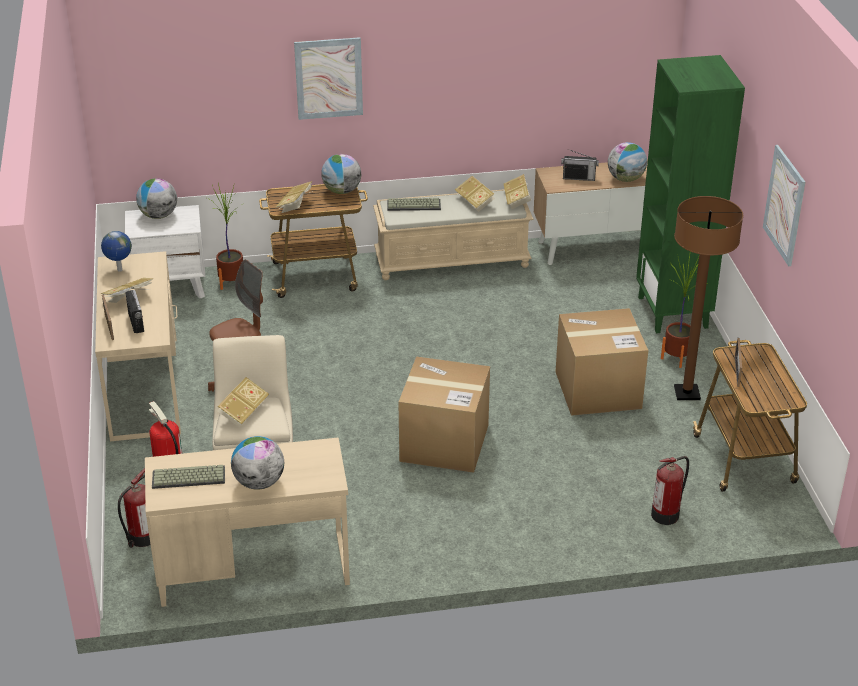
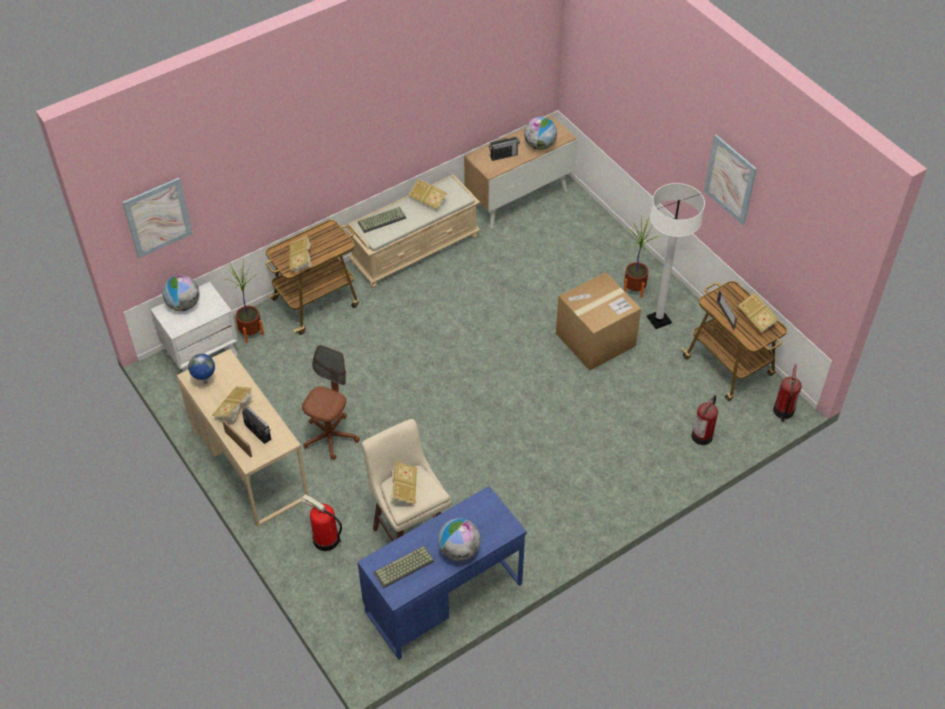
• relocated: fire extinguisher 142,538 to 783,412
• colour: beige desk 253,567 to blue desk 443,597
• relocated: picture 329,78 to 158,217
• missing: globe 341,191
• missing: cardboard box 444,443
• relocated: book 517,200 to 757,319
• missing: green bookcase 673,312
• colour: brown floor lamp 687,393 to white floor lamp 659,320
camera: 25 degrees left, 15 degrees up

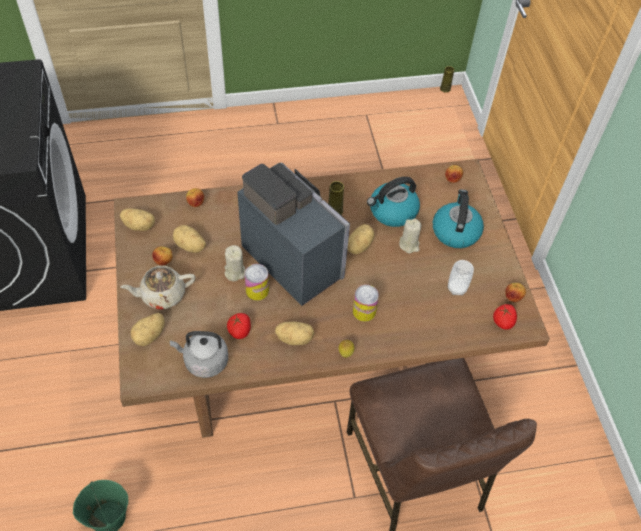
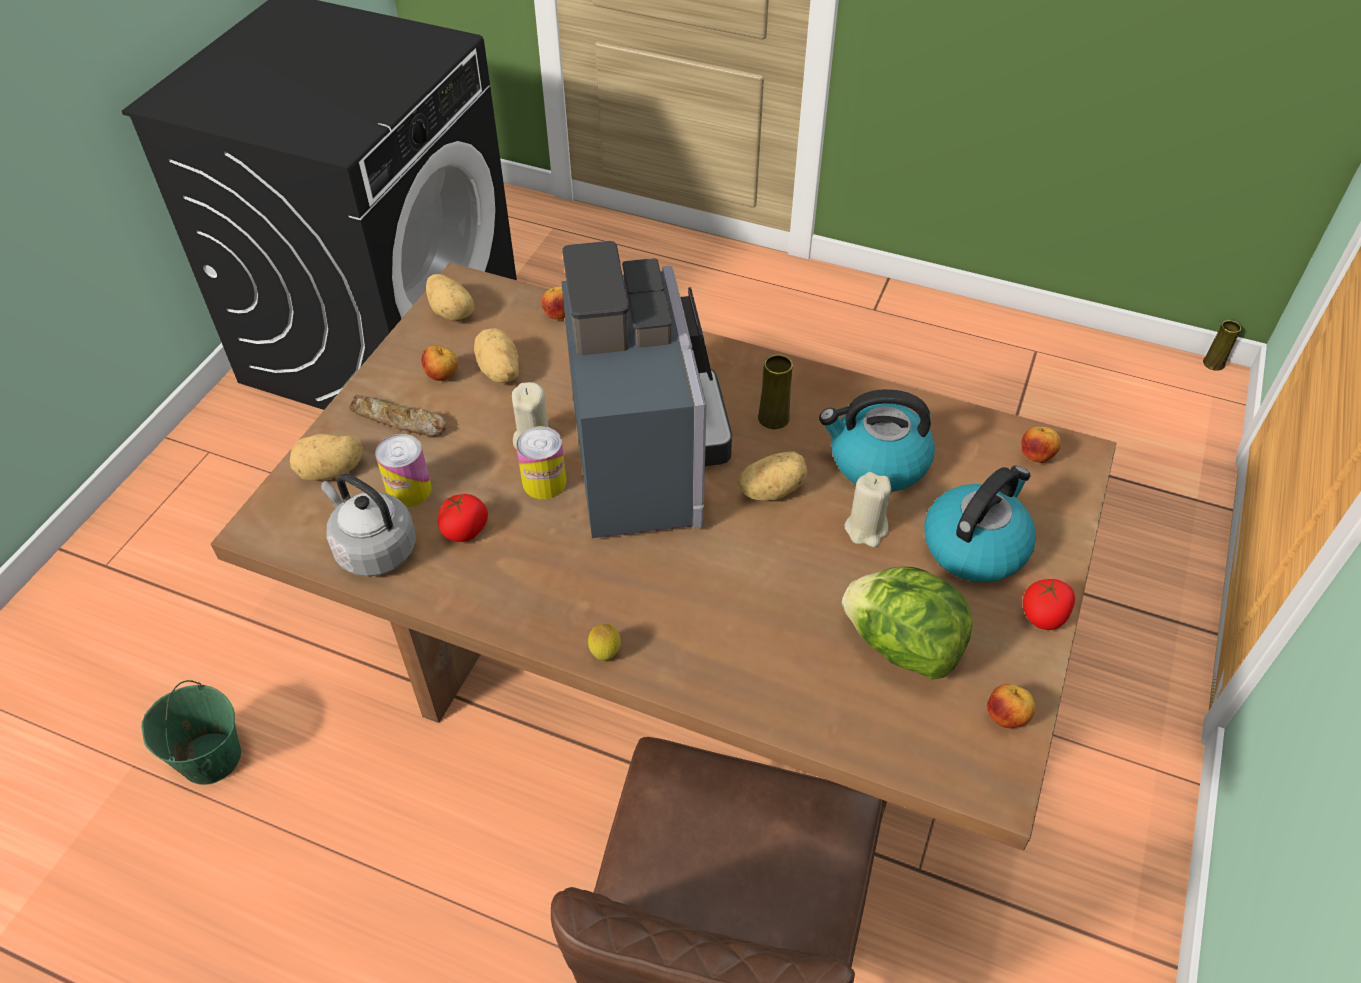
• exchanged: beige teapot 162,295 to bread 399,422
• missing: potato 294,338
• relocated: can 364,311 to 409,490
• exchanged: cup 457,288 to lettuce 901,645
• relocated: tomato 503,322 to 1043,616
camera: 35 degrees right, 5 degrees down

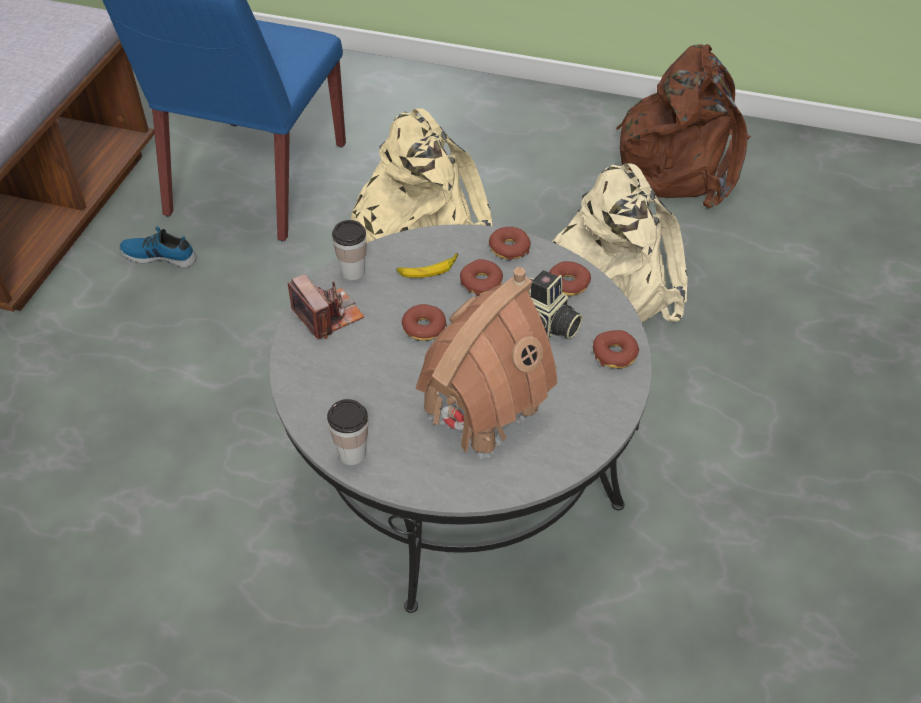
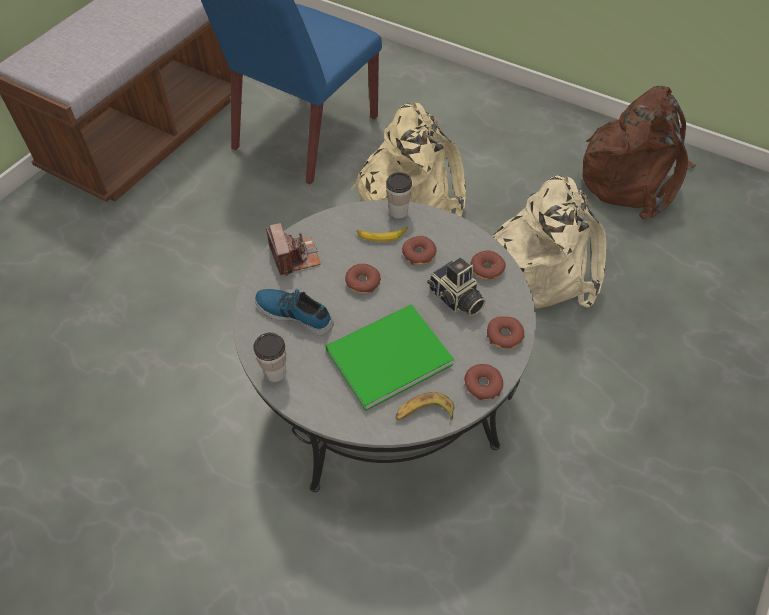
• relocated: shoe 160,255 to 295,313
• relocated: cup 353,272 to 398,212
• exchanged: toy house 481,407 to green book 384,357
• relocated: donut 509,248 to 482,385
• appeared: banana 424,413
camera: 15 degrees right, 5 degrees up

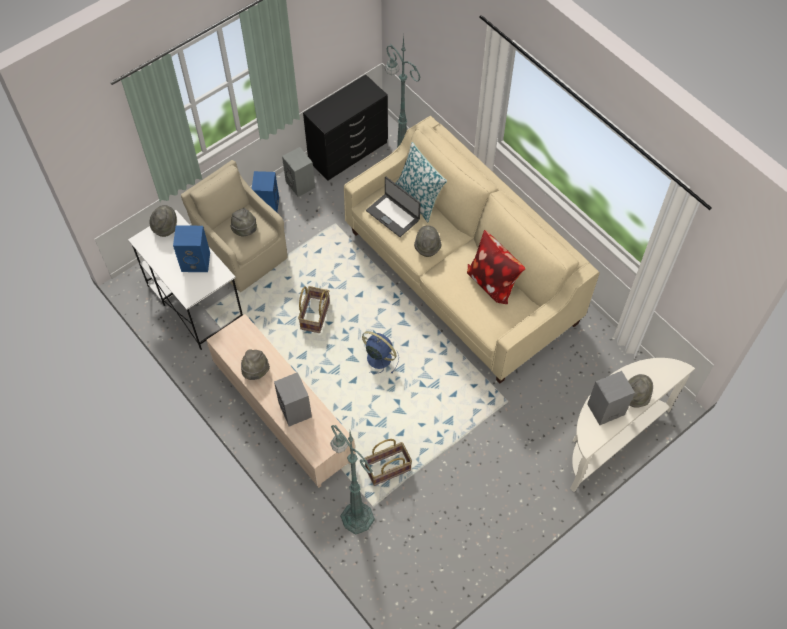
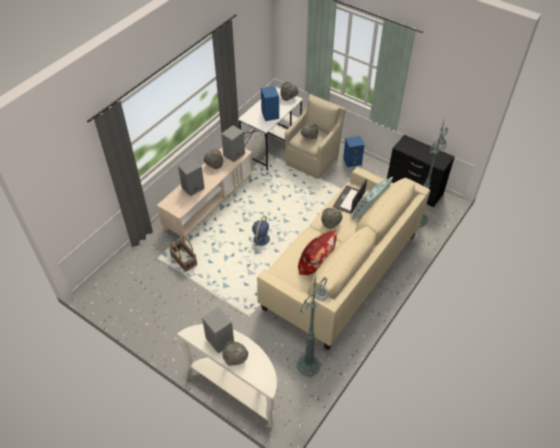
• relocated: grey speaker 301,185 to 234,155
• missing: basket 314,315
• relocated: green floor lamp 356,516 to 309,364
camera: 75 degrees right, 10 degrees down

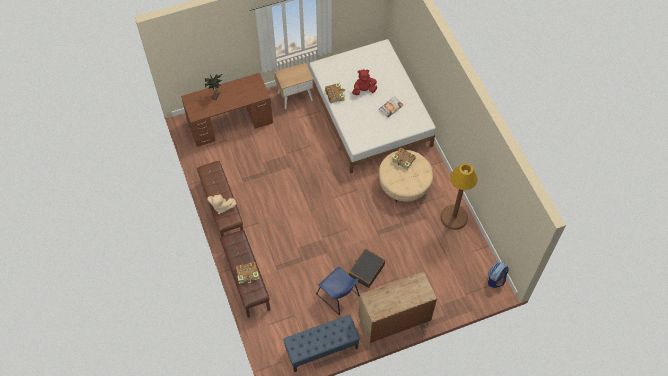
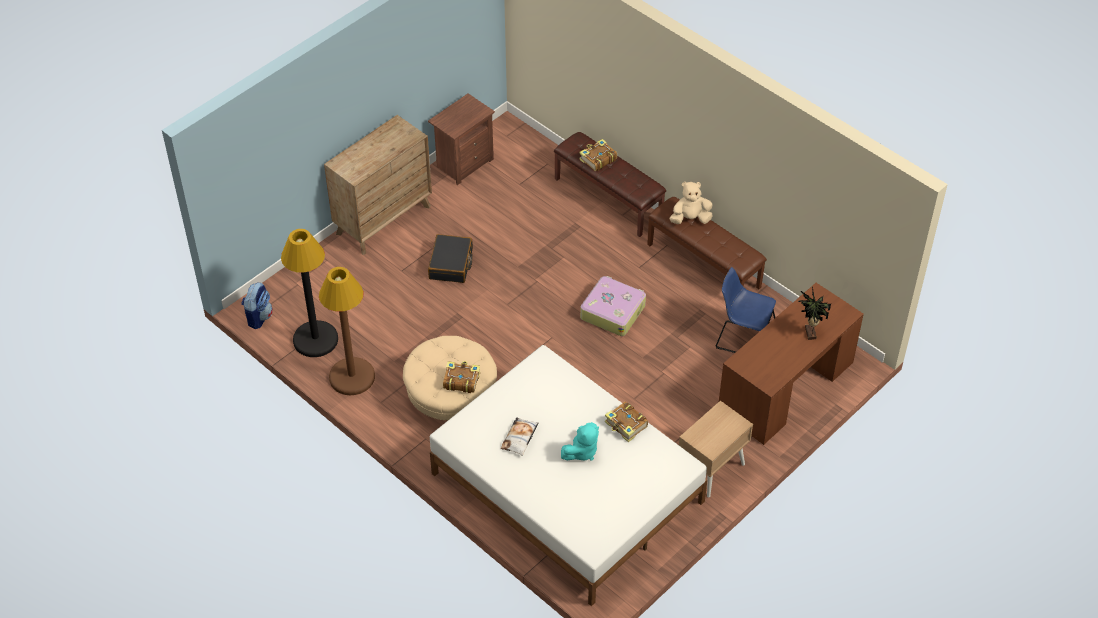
• exchanged: blue bench 321,349 to brown nightstand 463,163
• relocated: blue chair 339,296 to 743,337
• colour: red plush toy 364,90 to turquoise plush toy 582,451
• appeared: black floor lamp 315,339
• appeared: suitcase 612,311
camera: 155 degrees right, 10 degrees down

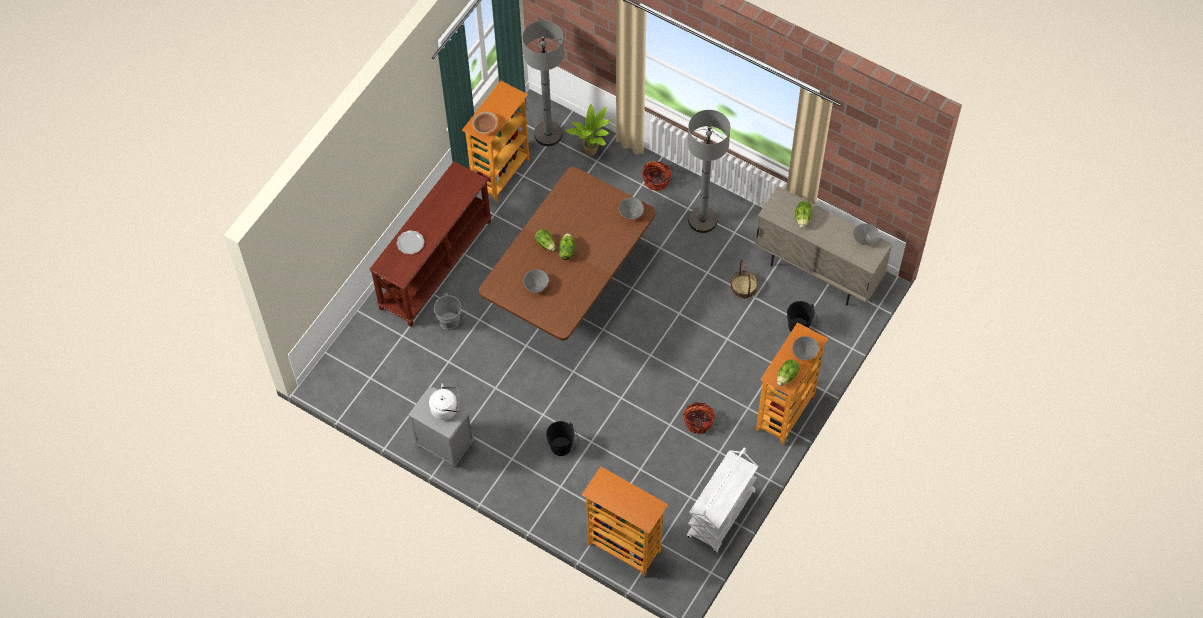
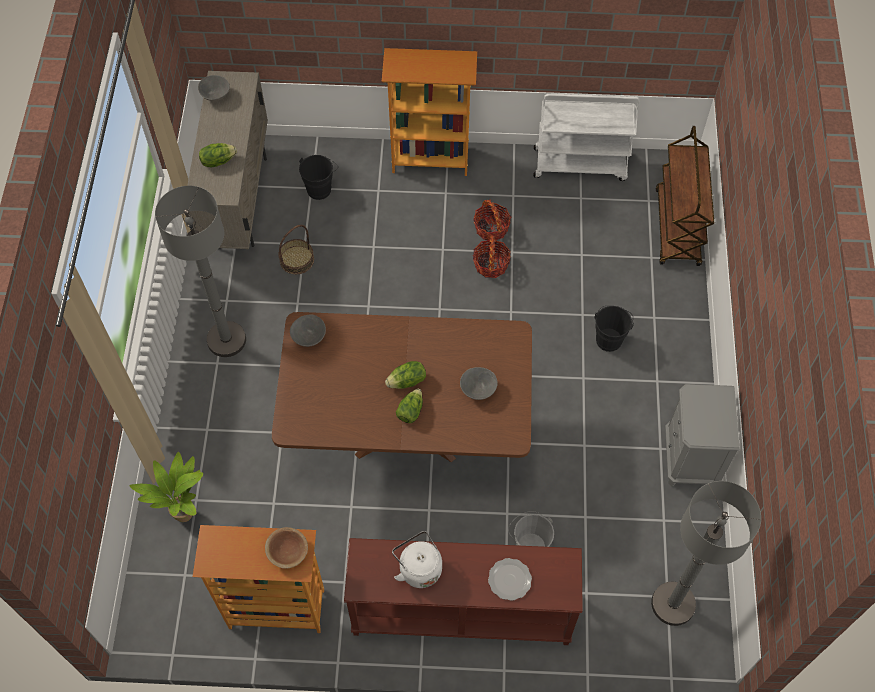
• relocated: white kettle 446,409 to 418,568
• relocated: grey floor lamp 548,134 to 673,604
• exchanged: bookcase 623,548 to brown cart 677,228
• relocated: basket 656,180 to 491,264
• missing: lettuce 787,376
• missing: grey bowl 804,353
camera: 120 degrees left, 0 degrees up

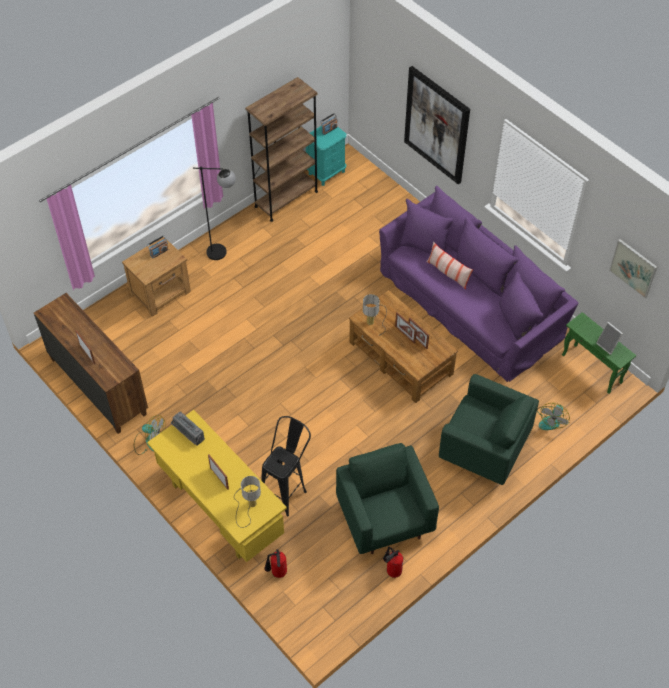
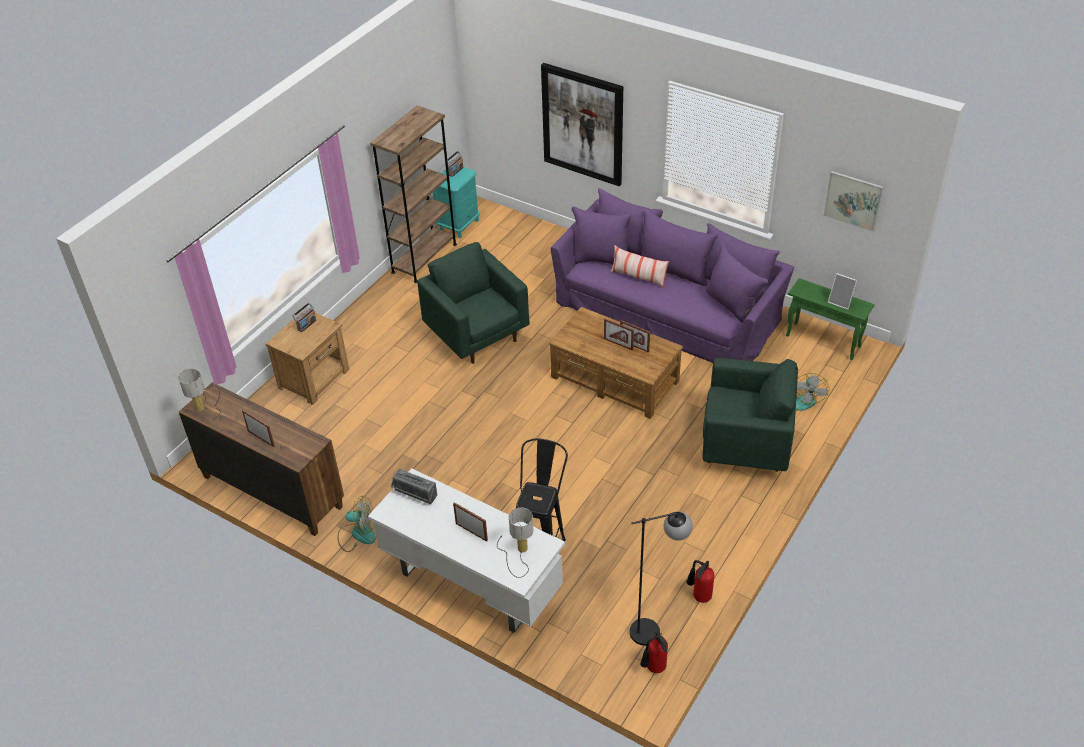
• colour: yellow desk 220,509 to white desk 470,585
• relocated: black floor lamp 223,252 to 655,629
• relocated: fire extinguisher 277,573 to 654,668
• relocated: green armchair 385,519 to 477,334
• relocated: table lamp 374,320 to 205,405
camera: 15 degrees left, 10 degrees down

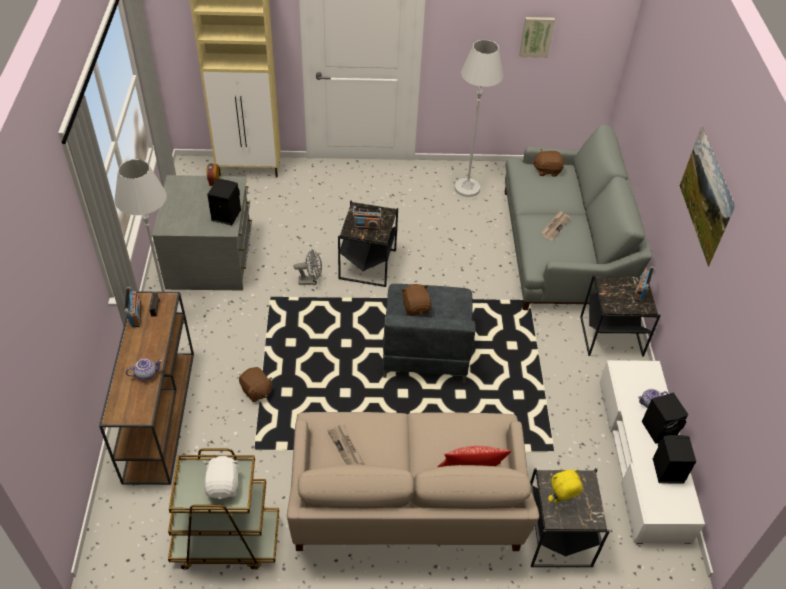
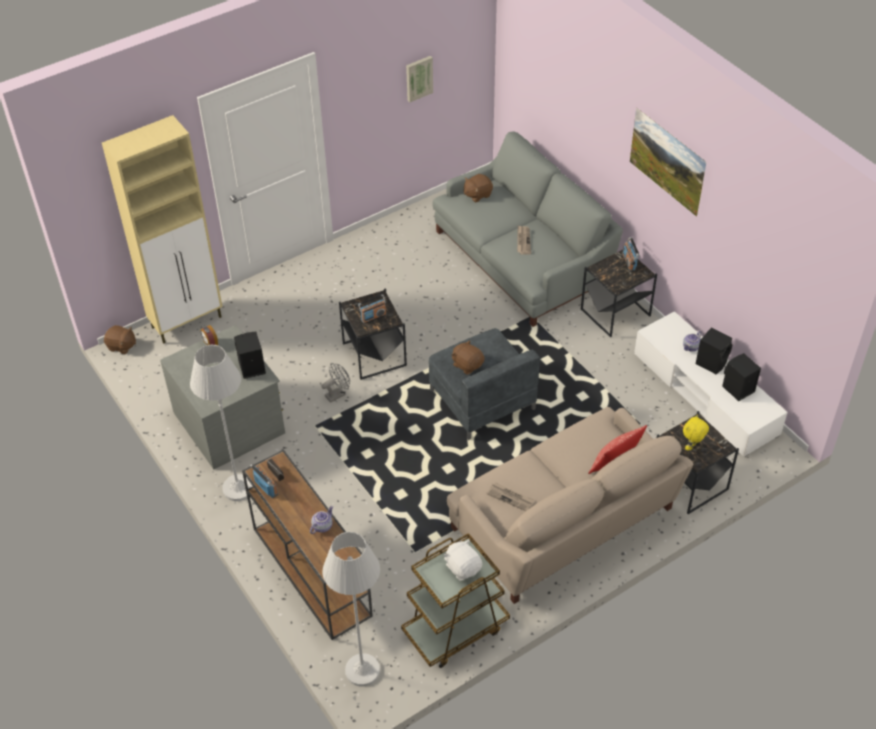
• relocated: brown plush toy 256,391 to 121,346
• relocated: white floor lamp 467,188 to 362,670
camera: 30 degrees left, 0 degrees up

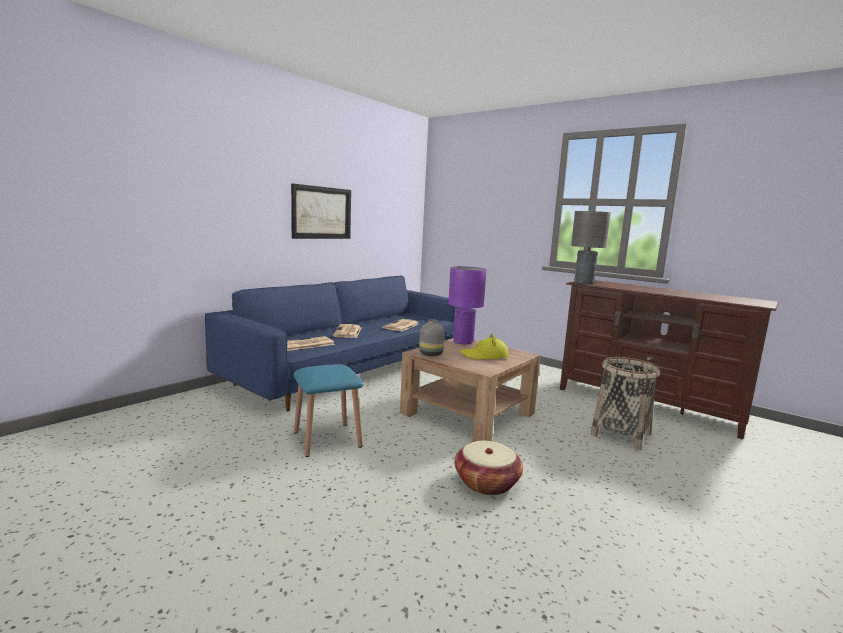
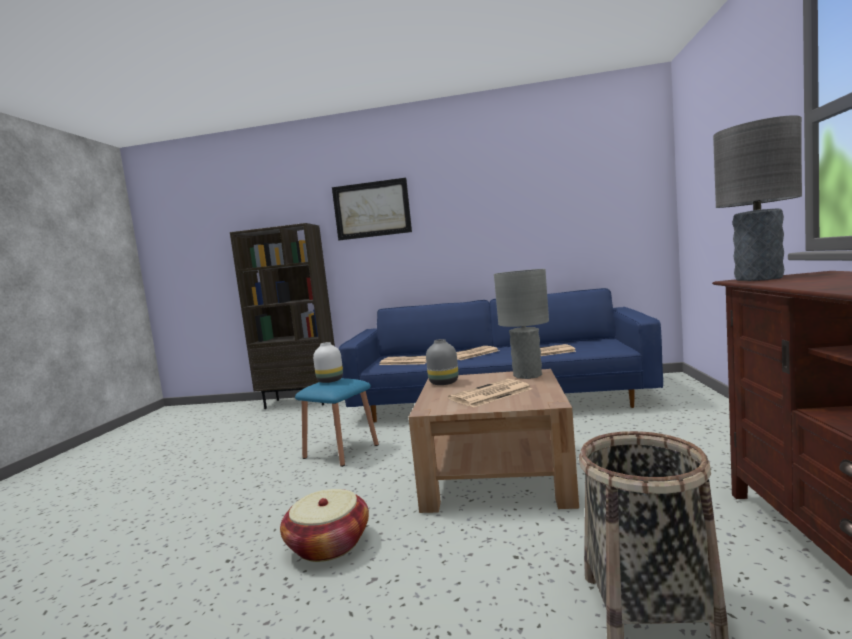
• relocated: picture 321,213 to 372,209
• colour: purple table lamp 463,342 to grey table lamp 527,375
• exchanged: yellow hat 484,356 to newspaper 490,394
• appeared: brown bookcase 300,402
• appeared: white vase 330,380
camera: 60 degrees right, 5 degrees down

